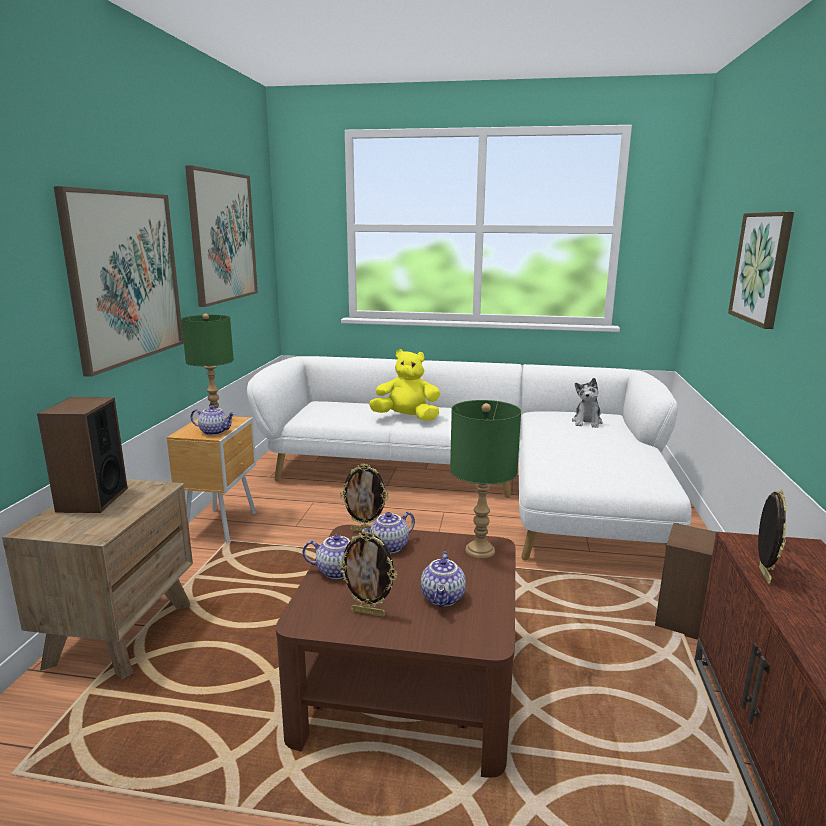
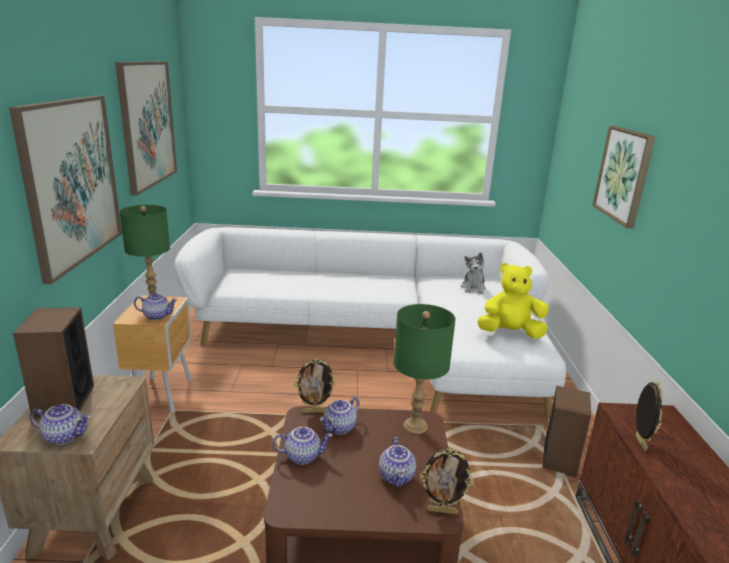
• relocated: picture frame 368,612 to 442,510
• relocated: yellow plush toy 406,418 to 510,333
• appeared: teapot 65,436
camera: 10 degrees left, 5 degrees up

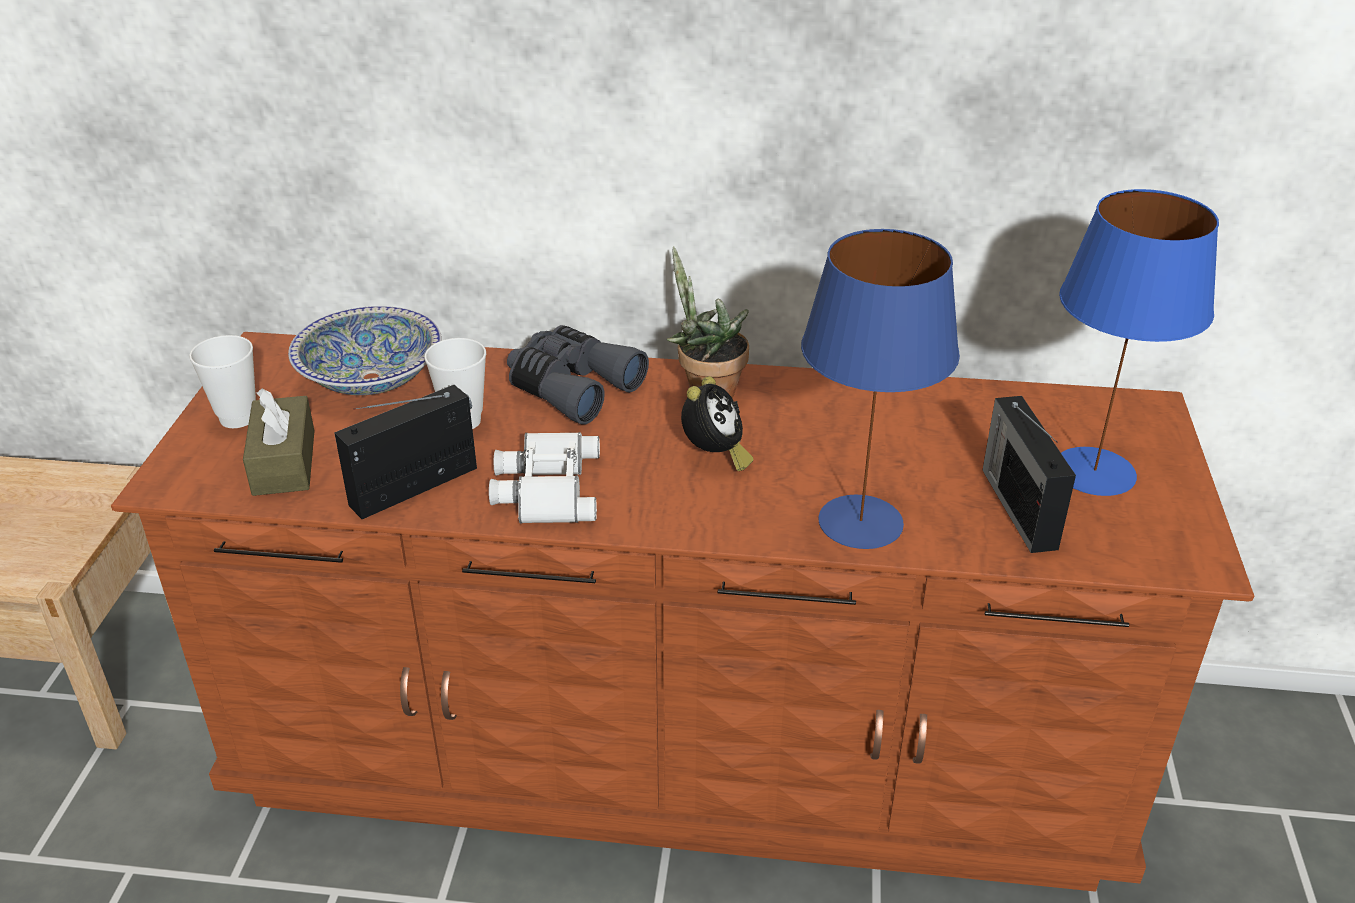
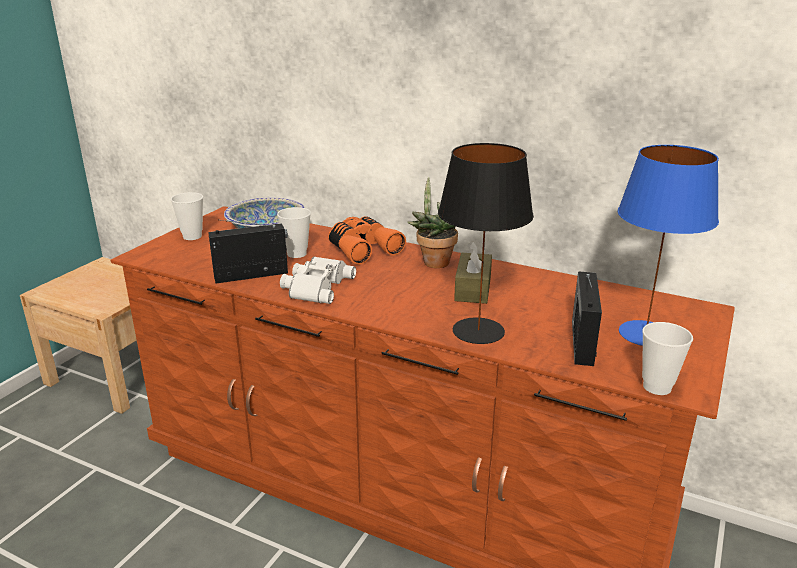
• relocated: brown tissue box 284,462 to 473,289
• colour: grey binoculars 571,387 to orange binoculars 362,249
• missing: alarm clock 714,456
• colour: blue table lamp 859,523 to black table lamp 477,331
• appeared: cup 657,387
camera: 20 degrees right, 10 degrees down

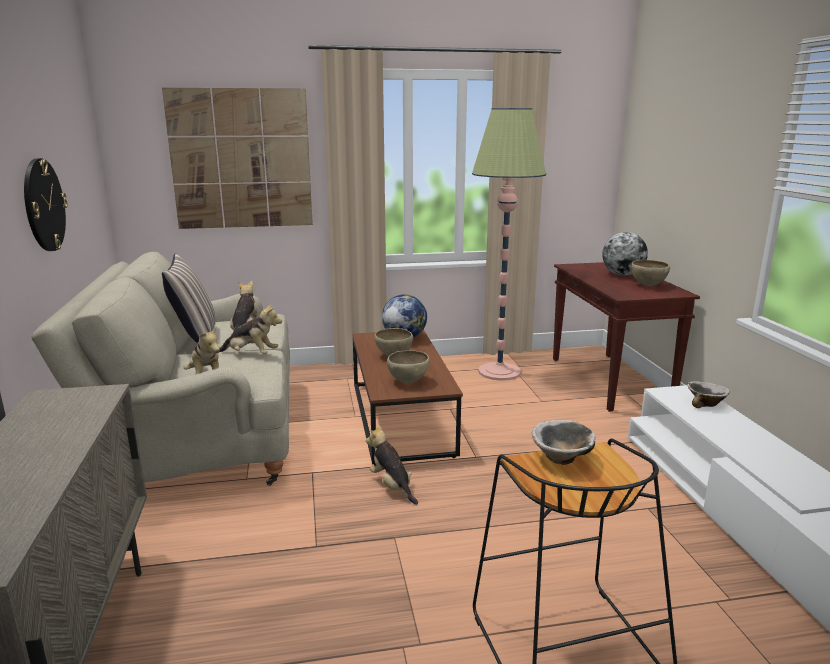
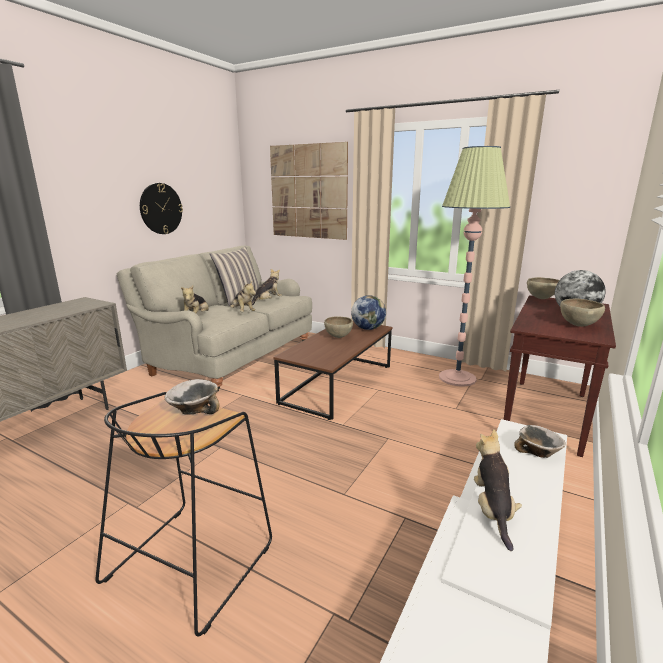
• relocated: plush toy 392,486 to 492,510
• relocated: brown bowl 408,381 to 541,298
camera: 40 degrees right, 0 degrees up

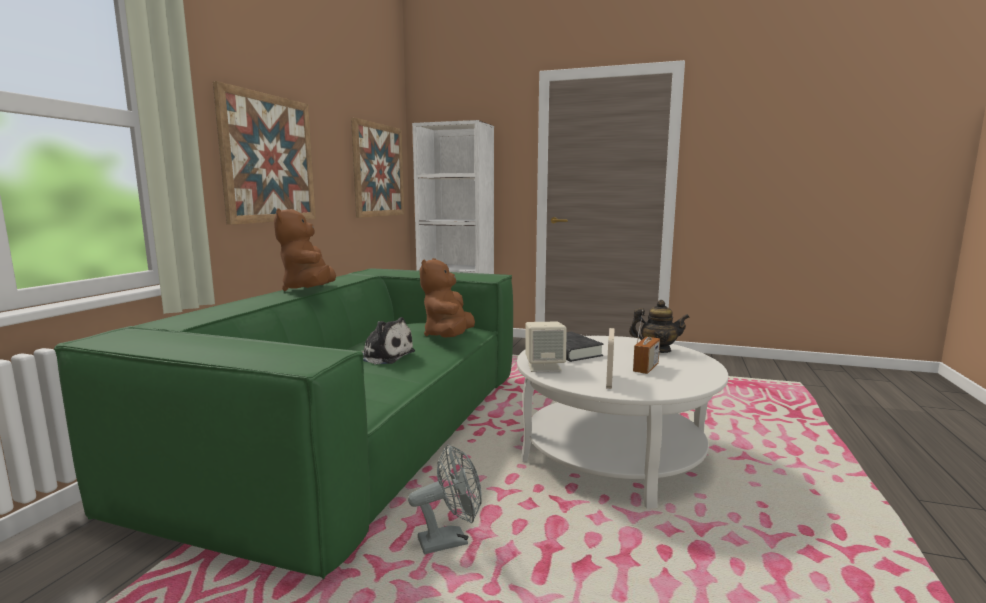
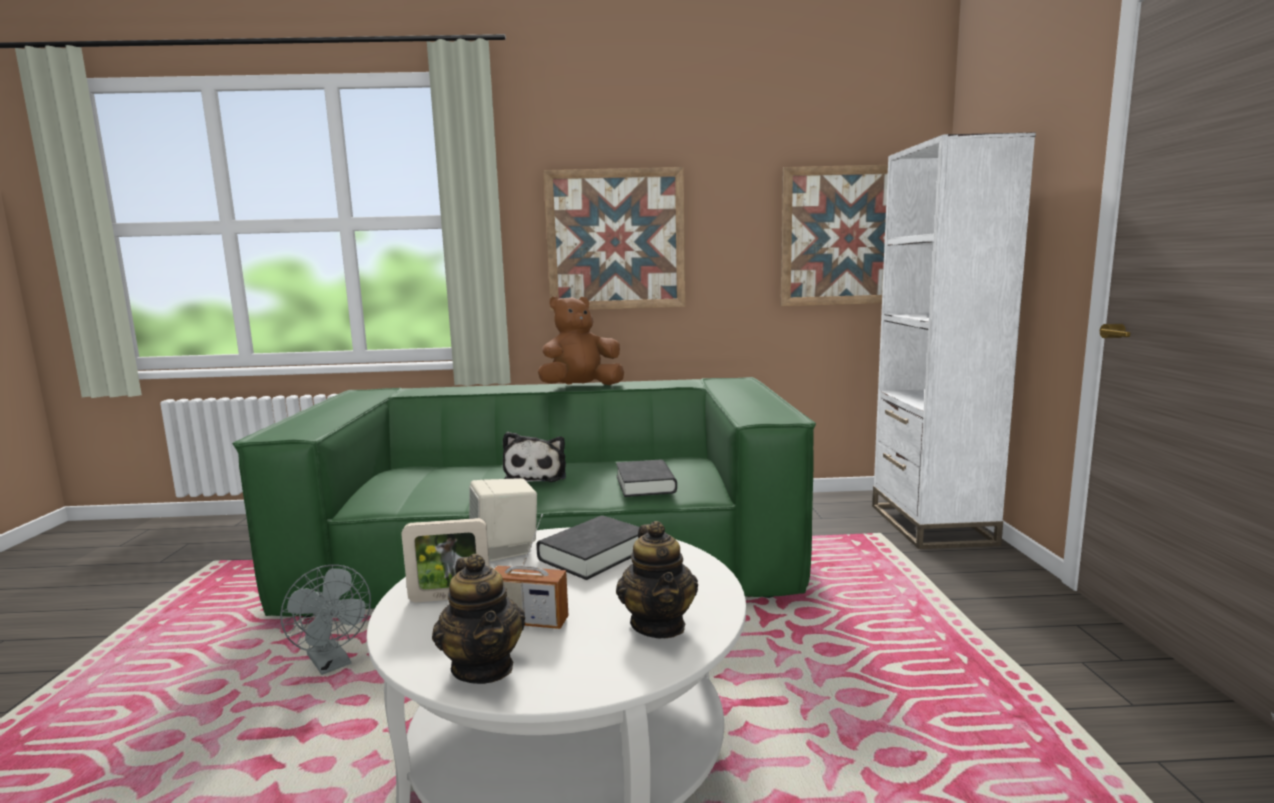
• exchanged: brown plush toy 448,336 to black book 645,484
• appeared: teapot 483,667
camera: 70 degrees right, 0 degrees up

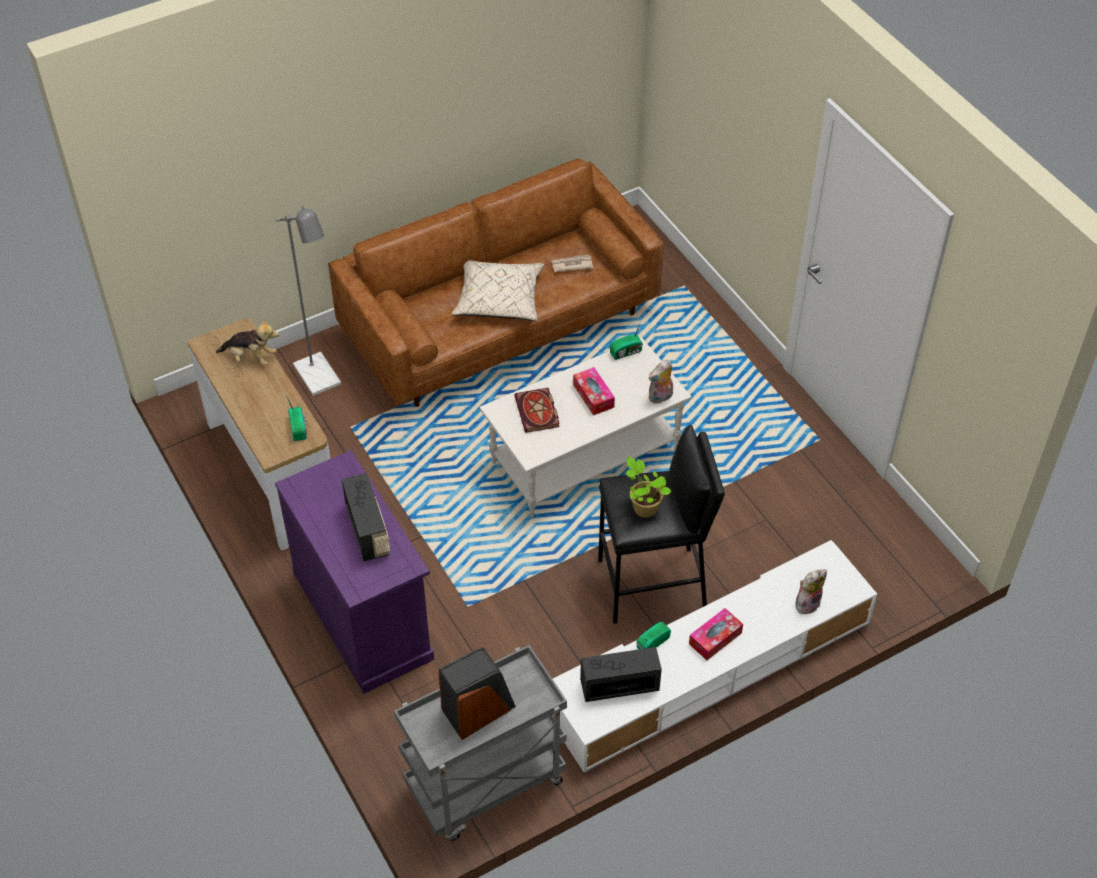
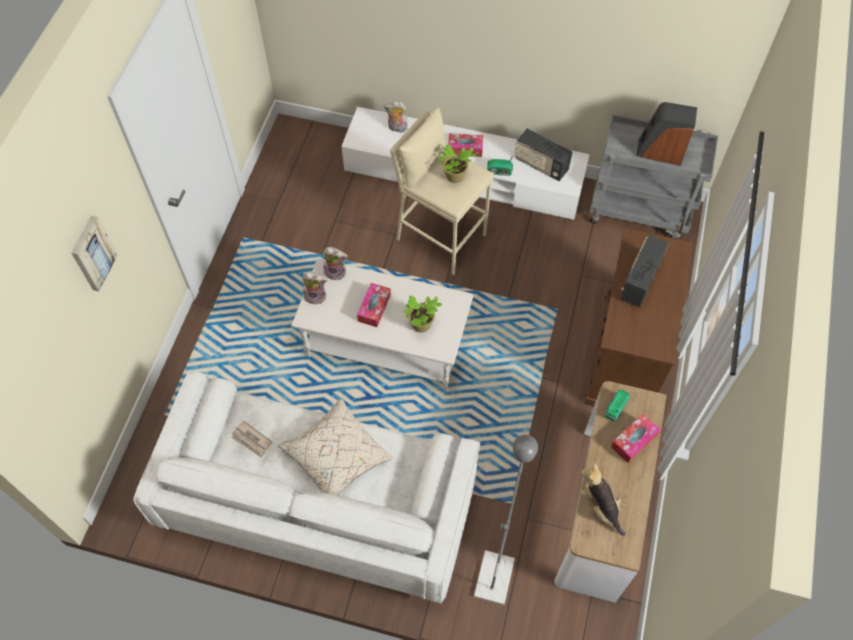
• colour: purple cabinet 363,615 to brown cabinet 624,354
• colour: brown sofa 499,322 to white sofa 319,503
• exchanged: book 538,412 to potted plant 421,326
• colour: black stool 652,585 to beige stool 440,237
• missing: radio 627,352
• appeared: picture 92,253
• appeared: plush toy 316,296
• appeared: tissue box 634,441
camera: 135 degrees left, 10 degrees up

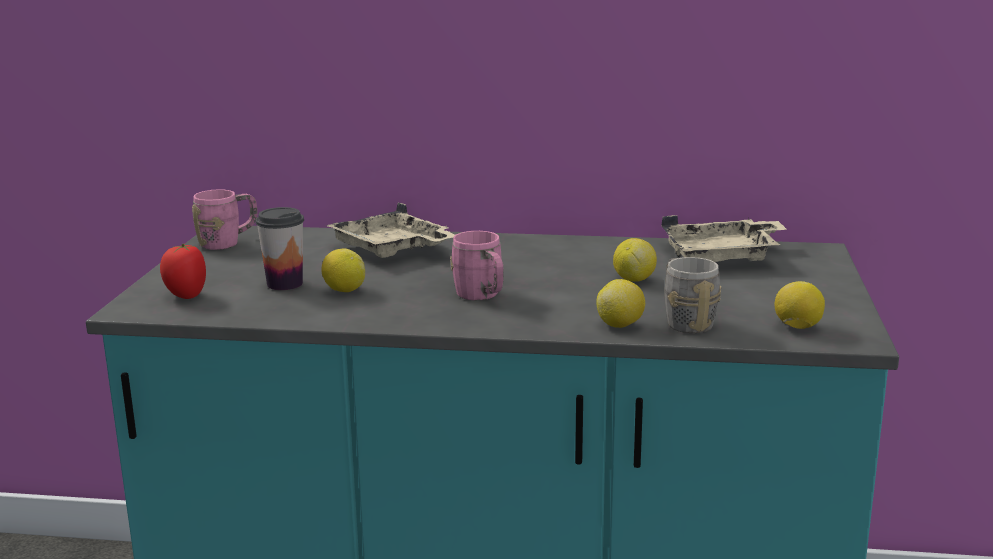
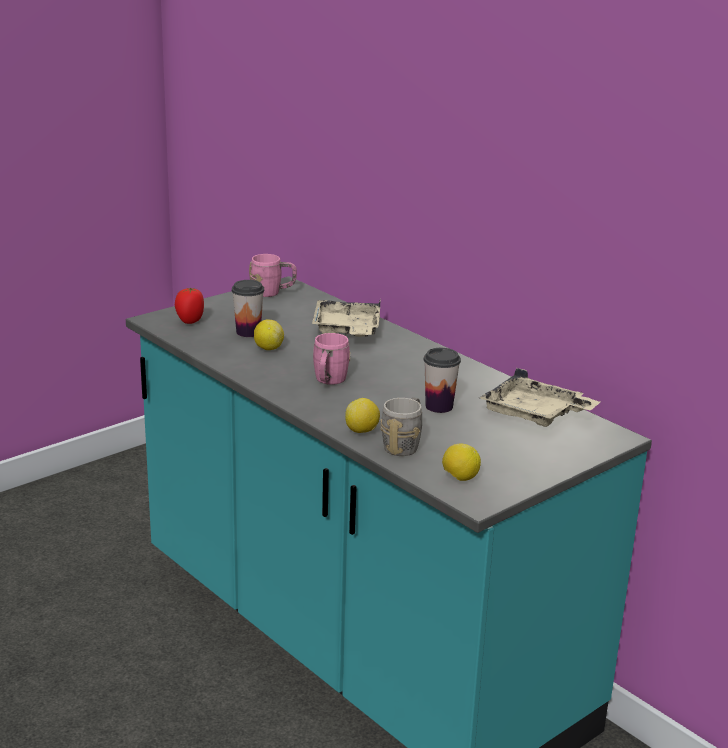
• exchanged: lemon 634,279 to cup 439,406
camera: 40 degrees right, 5 degrees up

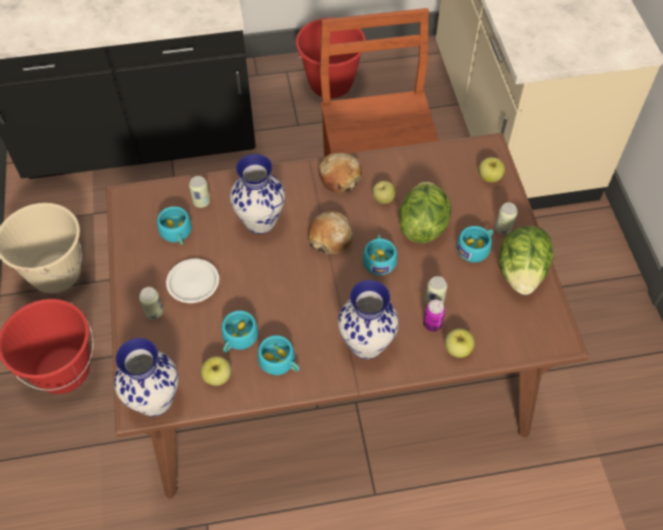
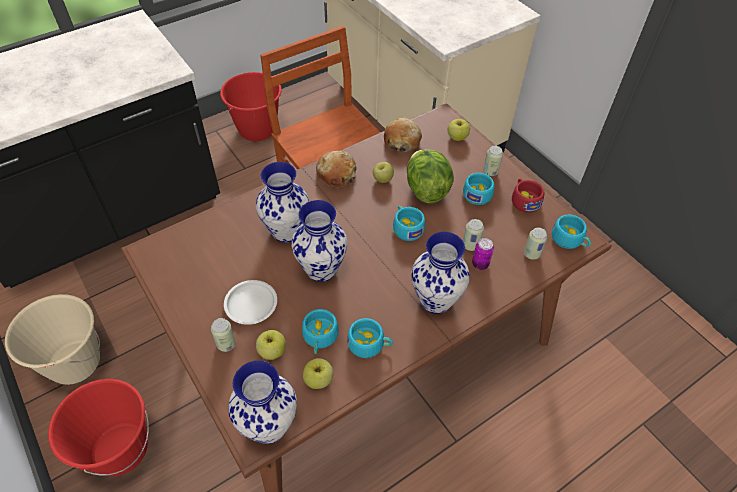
• relocated: turquoise cup 177,234 to 569,240
• relocated: can 201,202 to 531,254
• relocated: bread 330,237 to 402,140
• relocated: apple 457,349 to 272,351
• exchanged: lettuce 521,273 to red cup 524,200
• appeared: vase 322,268
camera: 25 degrees left, 5 degrees down

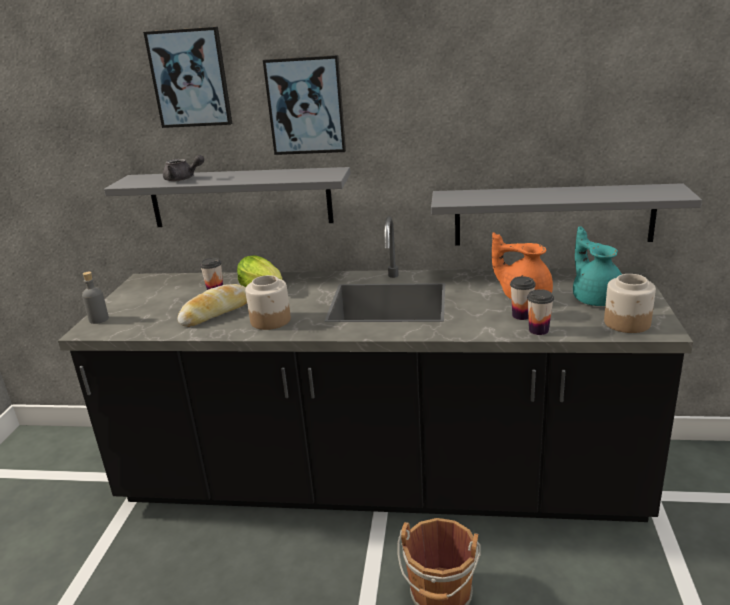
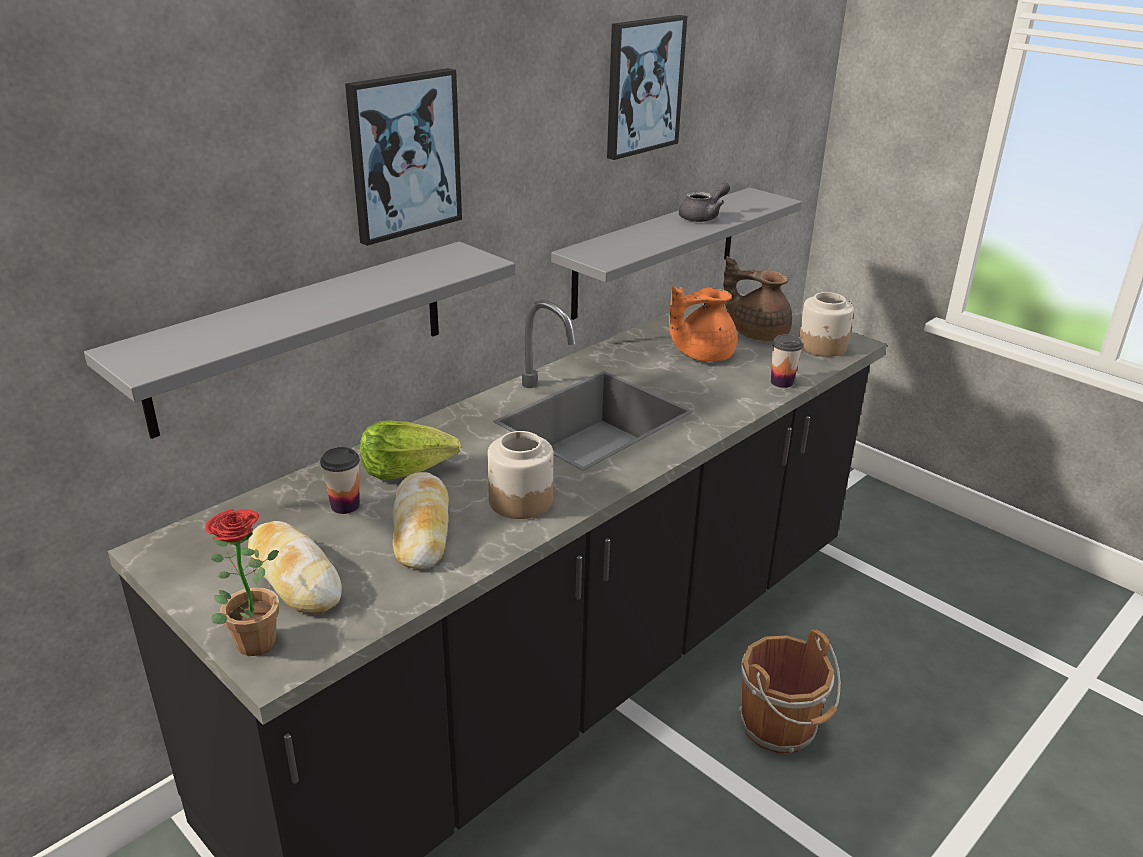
• exchanged: grey bottle 99,319 to potted plant 250,639
• relocated: picture 190,78 to 643,86
• relocated: grey teapot 183,179 to 703,217
• missing: cup 521,315
• colour: turquoise teapot 596,298 to brown teapot 757,333
• appeared: bread 294,576
camera: 55 degrees left, 5 degrees up

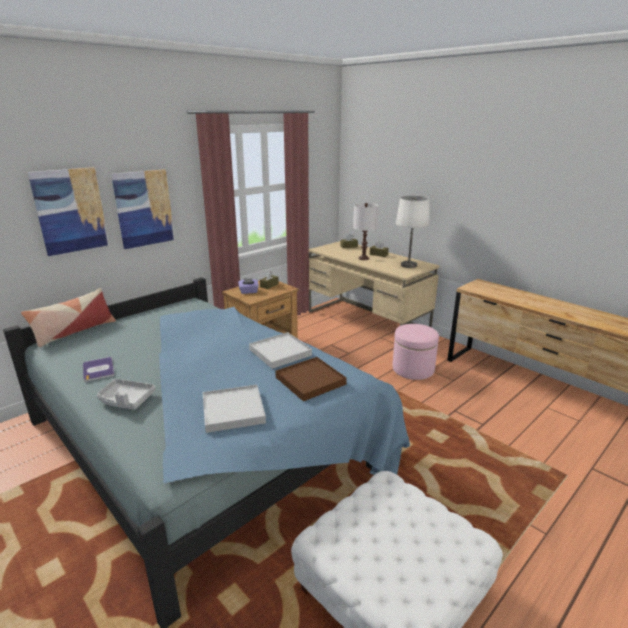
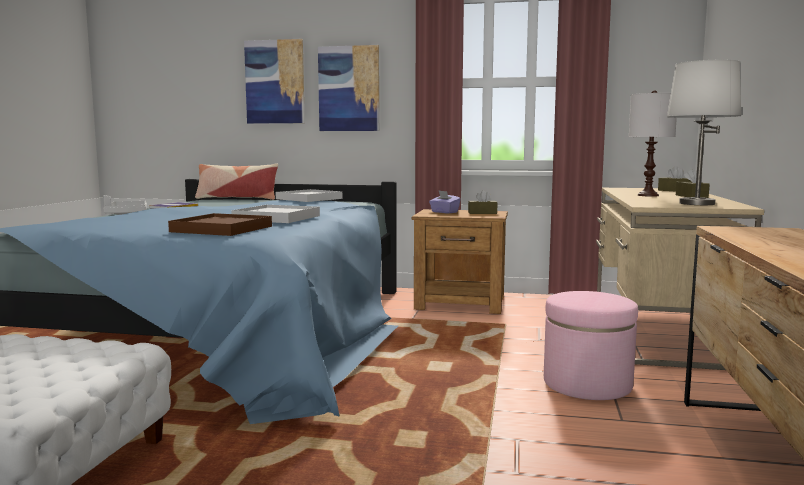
• relocated: white tray 233,411 to 309,199
camera: 55 degrees right, 15 degrees down

